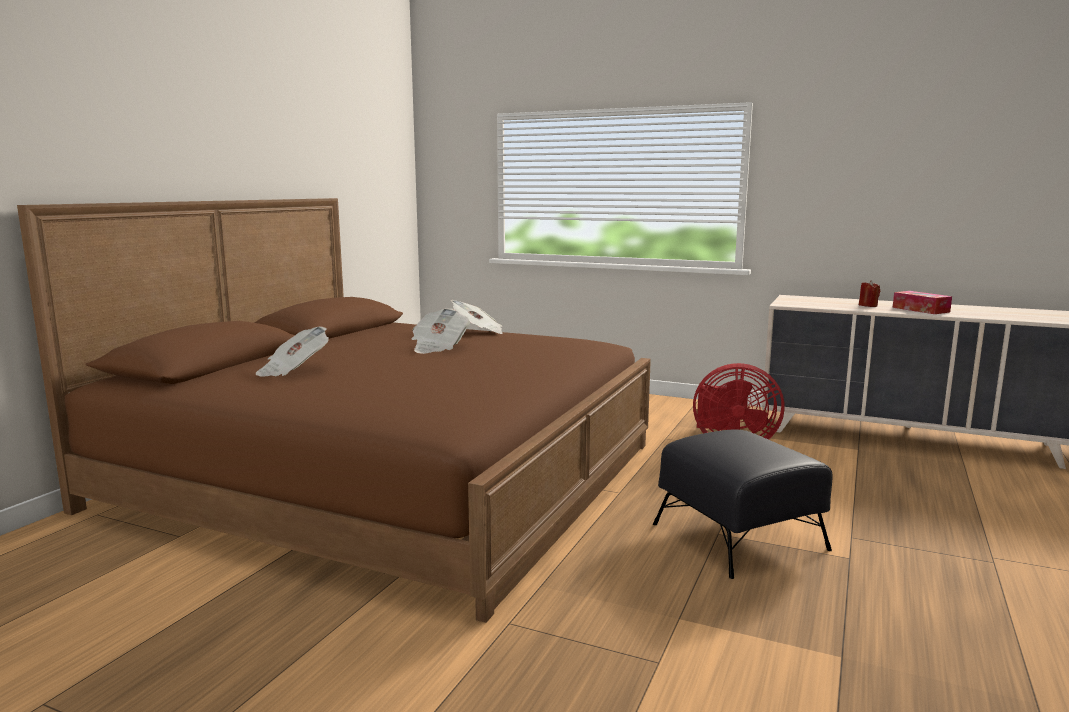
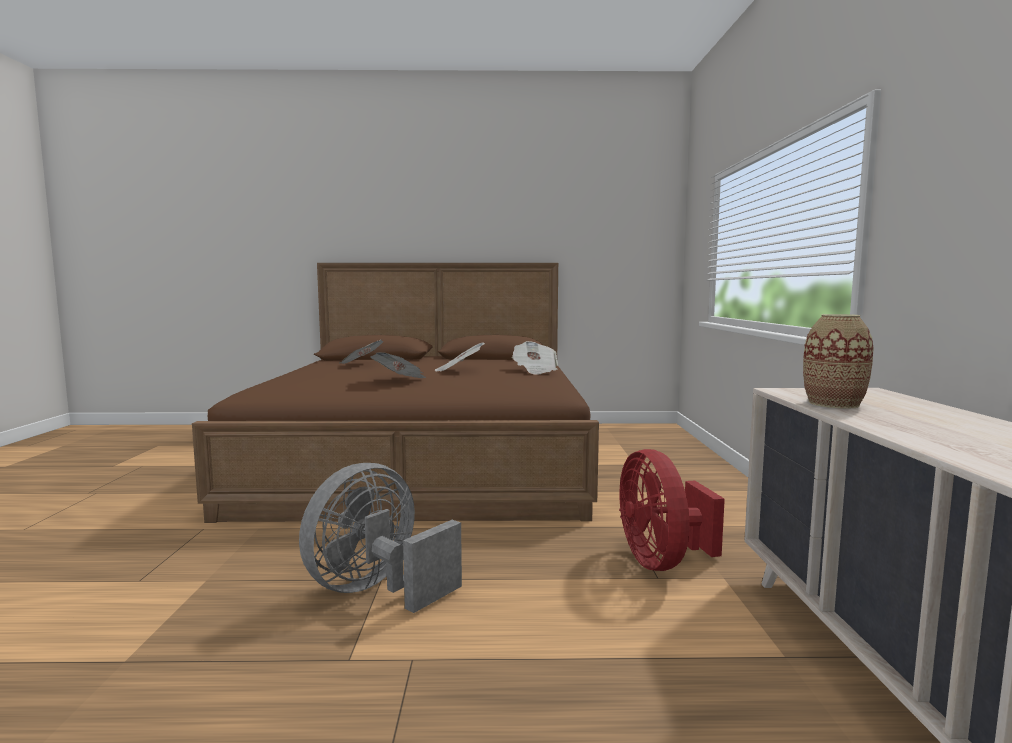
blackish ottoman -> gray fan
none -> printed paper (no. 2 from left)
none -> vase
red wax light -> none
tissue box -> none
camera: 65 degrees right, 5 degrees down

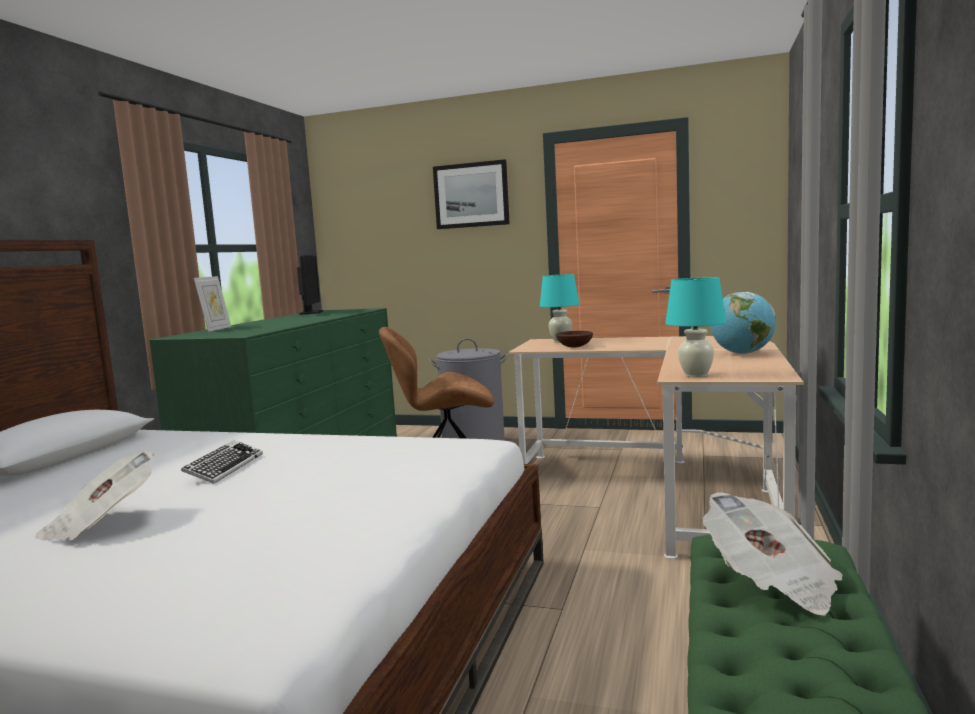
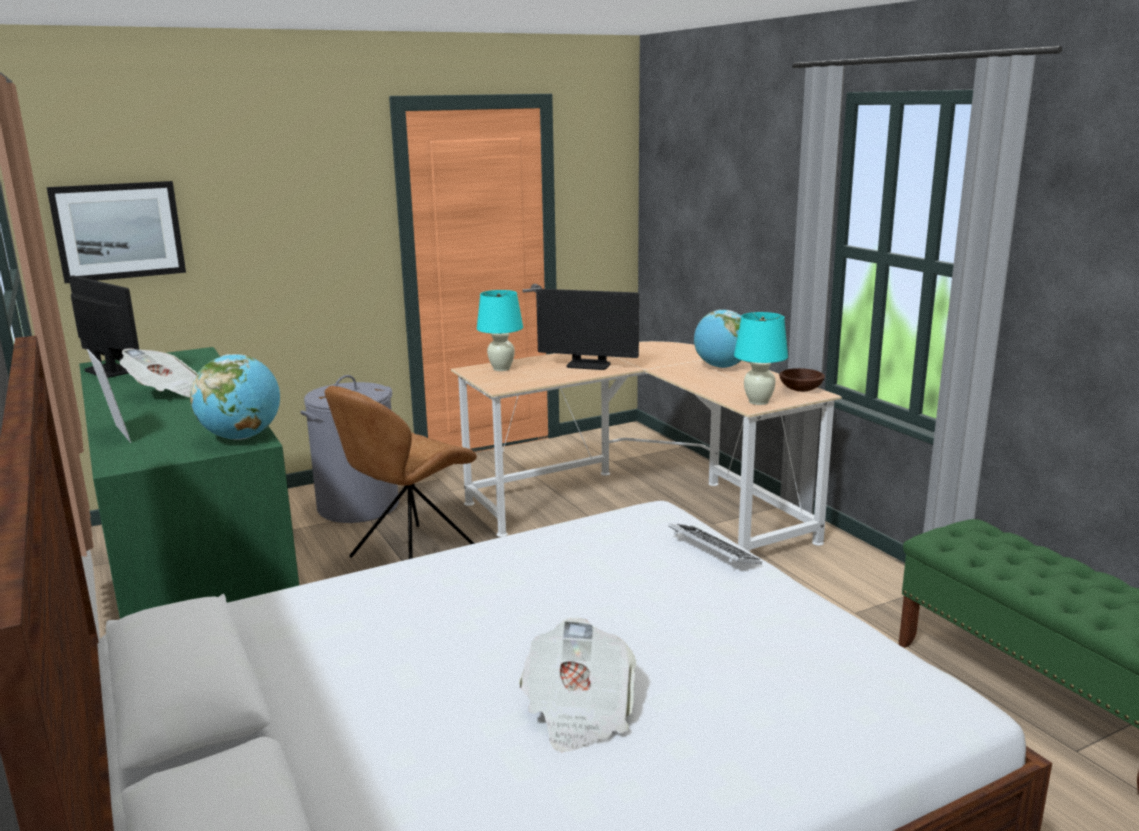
wall picture, relocated
printed paper (no. 2 from left in the first image) -> printed paper (no. 1 from left), relocated
none -> globe (no. 1 from left)
none -> monitor (no. 2 from left)
PC keyboard, relocated
brown-coloured serving bowl, relocated
camera: 45 degrees left, 10 degrees up

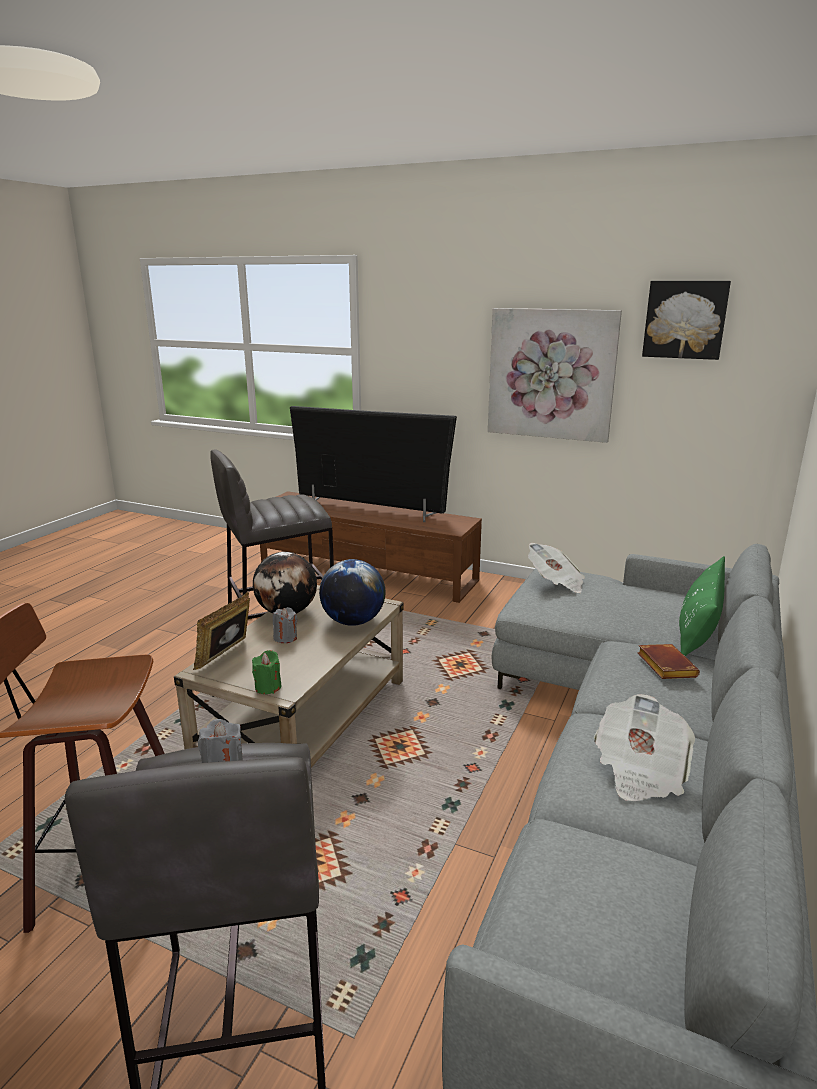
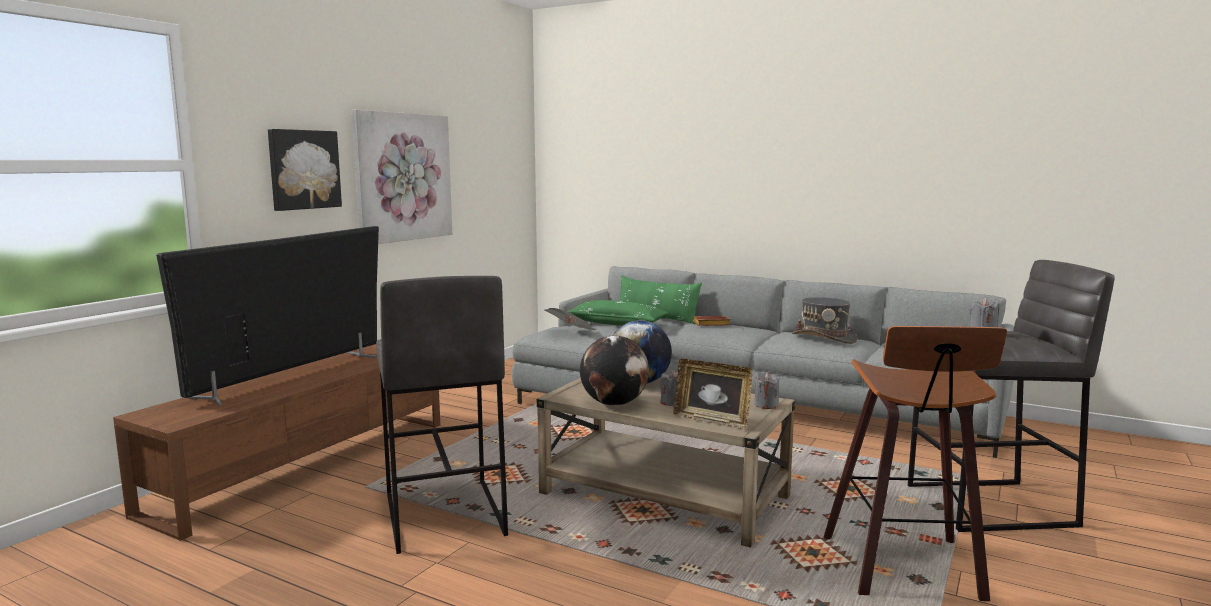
wall picture (no. 2 from left in the first image) -> wall picture (no. 1 from left), relocated
none -> green-coloured throw pillow (no. 1 from left)
green-coloured wax light -> gray wax light (no. 2 from left)
printed paper (no. 2 from left) -> gray wearable hat
camera: 85 degrees left, 10 degrees down

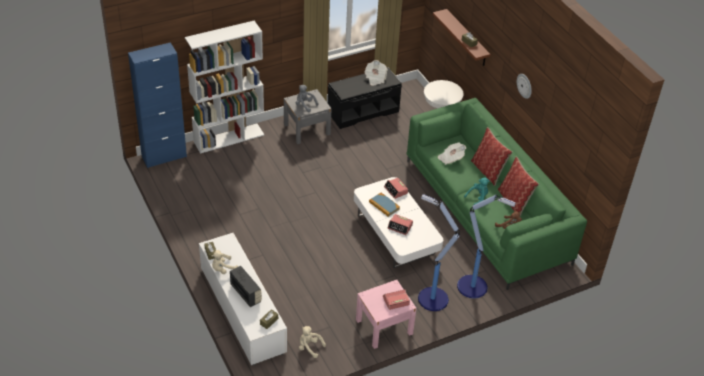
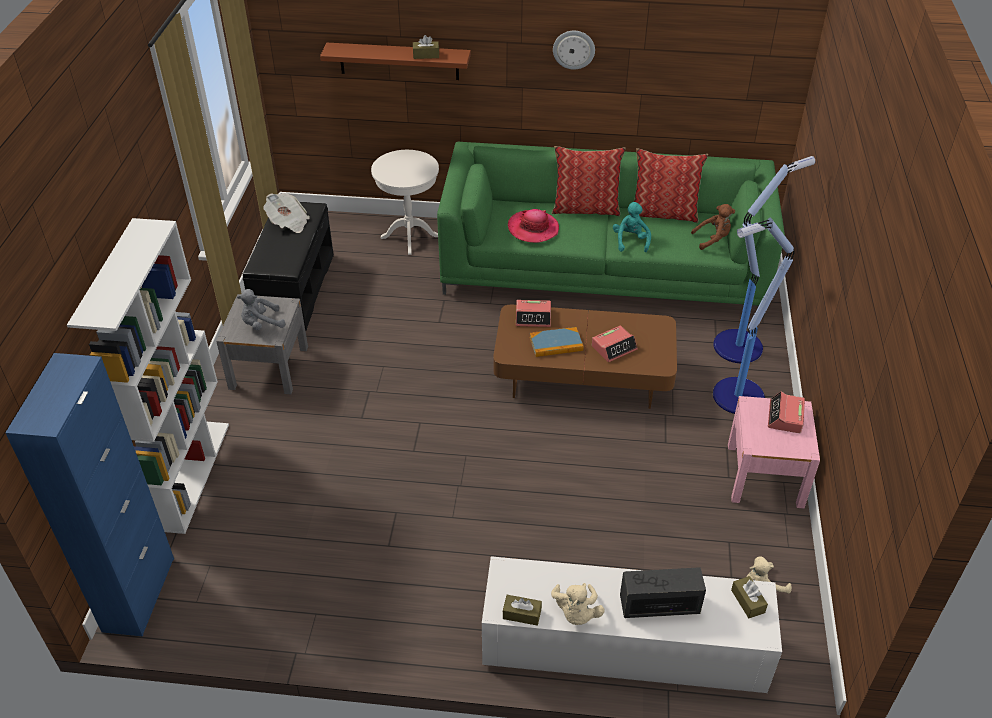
white low table -> brown-coloured low table
printed paper (no. 2 from left) -> wearable hat
camera: 55 degrees left, 0 degrees up

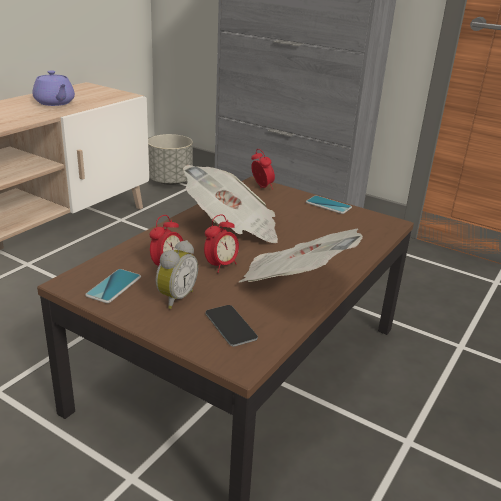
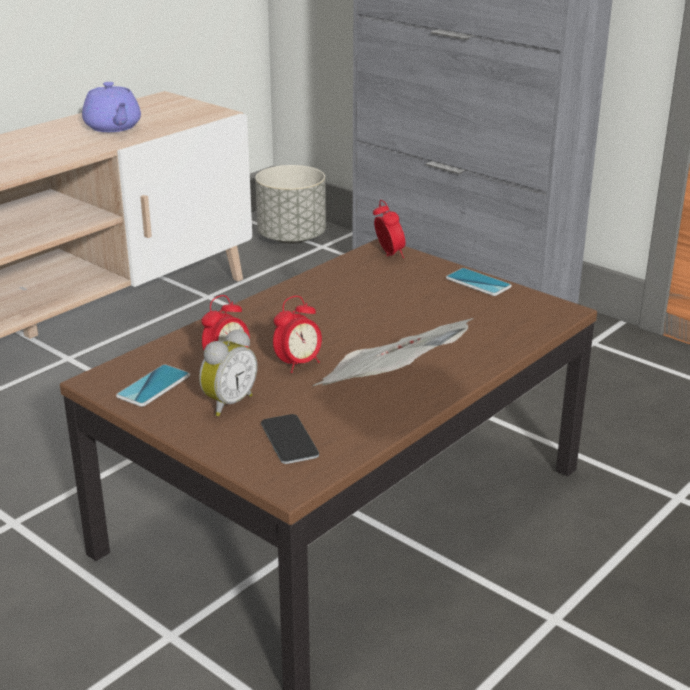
printed paper (no. 1 from left) -> none
camera: 10 degrees right, 0 degrees up

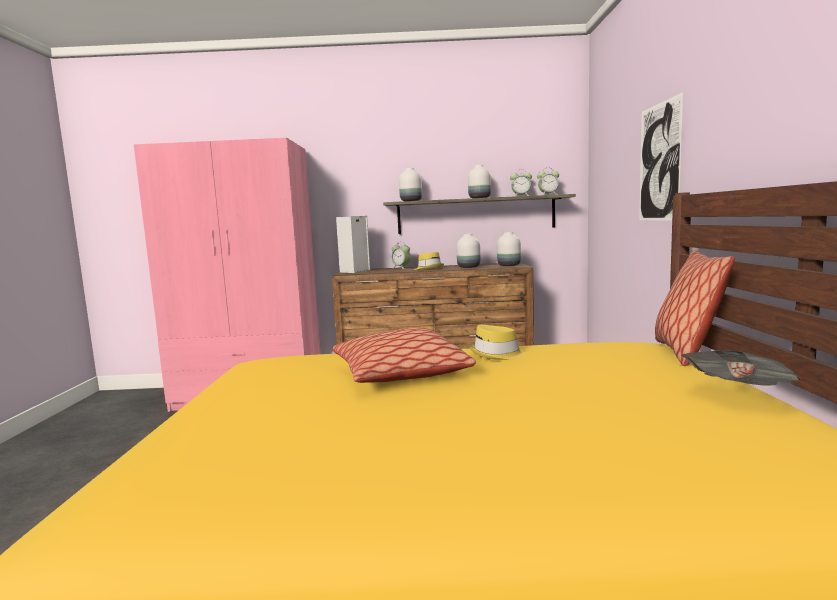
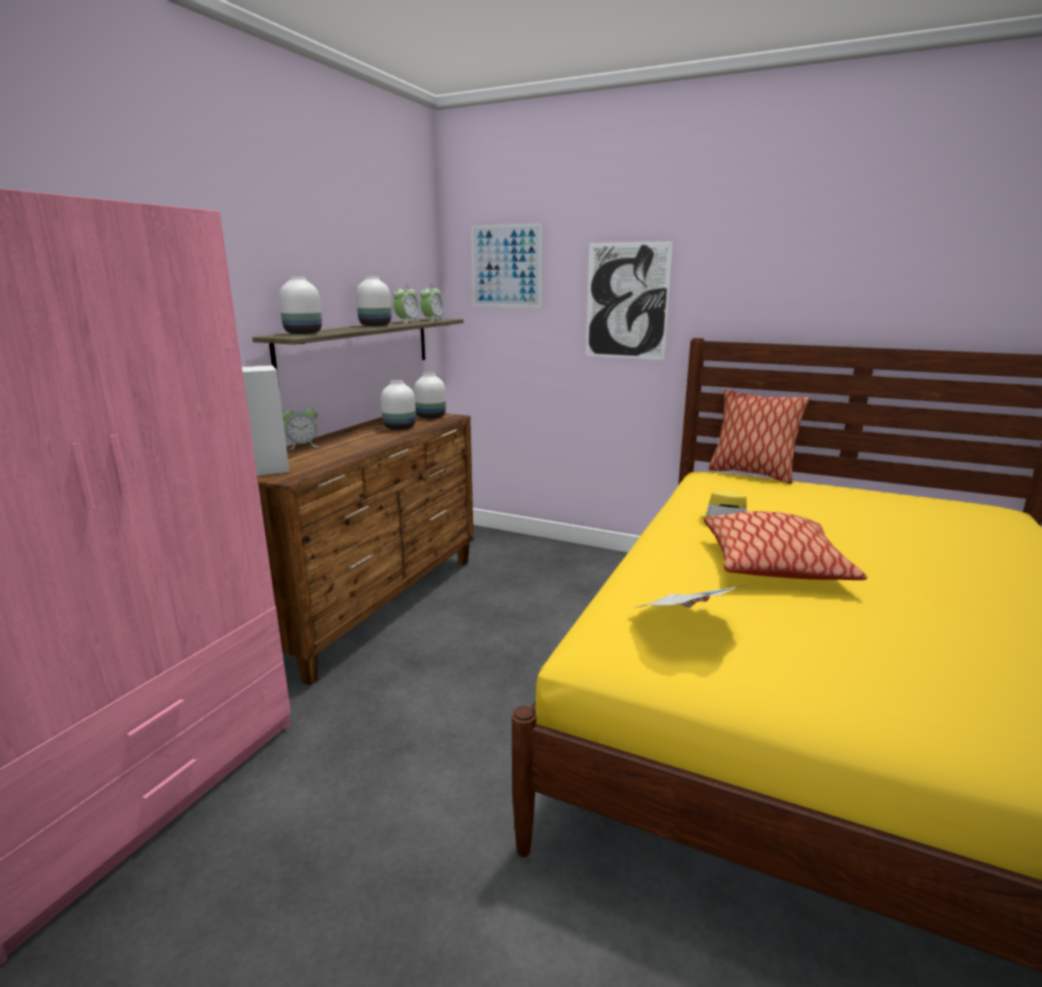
none -> wall picture (no. 1 from left)
printed paper, relocated
yellow wearable hat (no. 1 from left) -> none
camera: 65 degrees left, 10 degrees up

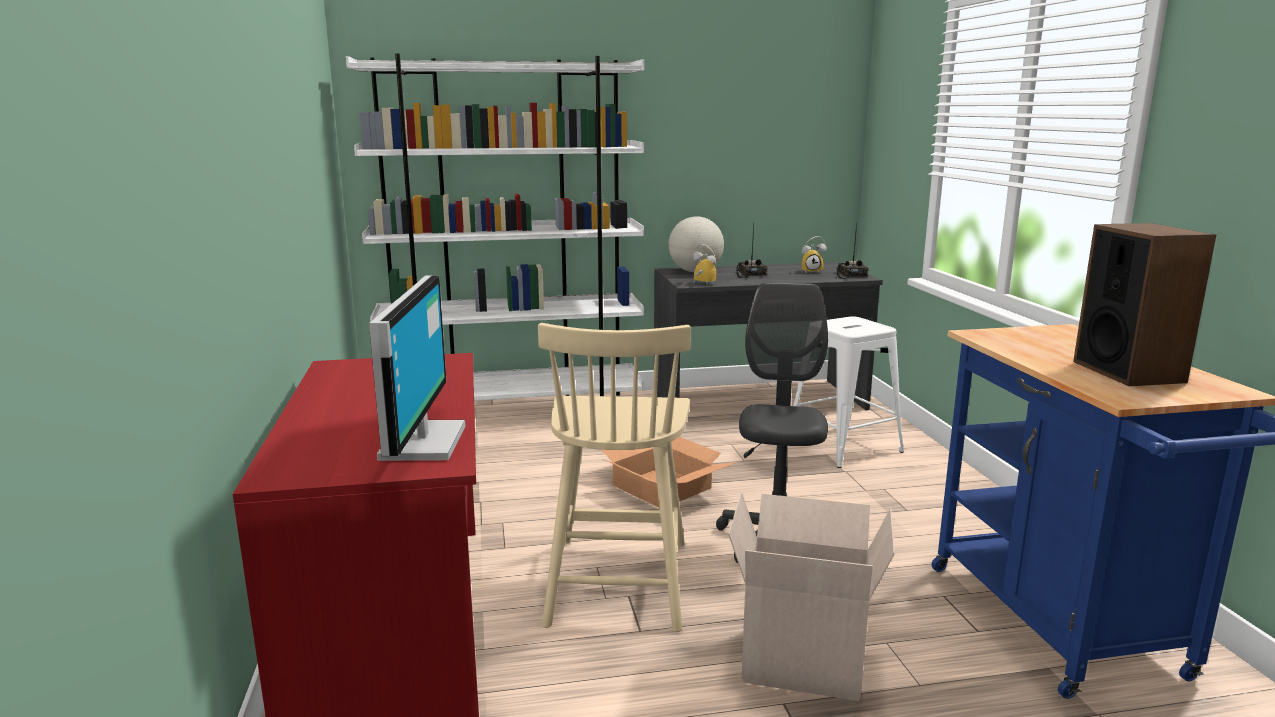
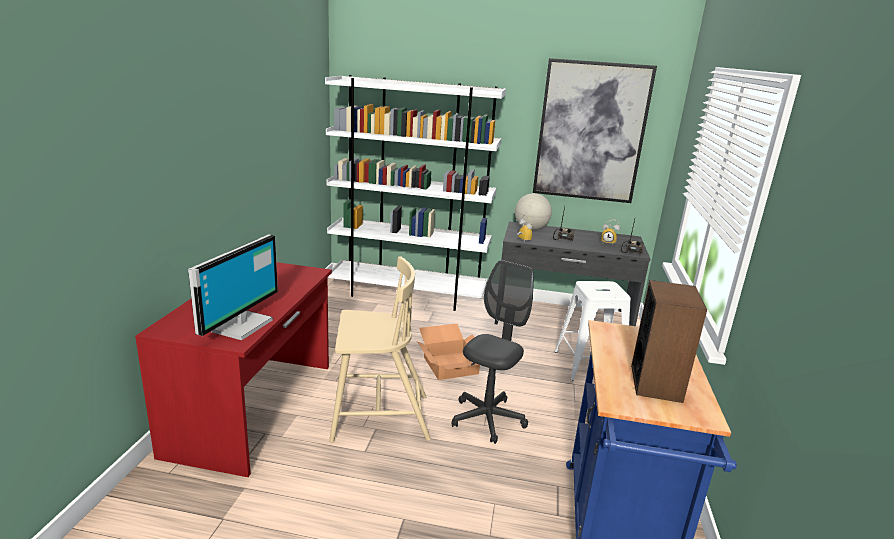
beige upright chair, 120 degrees counterclockwise
none -> wall picture
carton (no. 2 from left) -> none
camera: 20 degrees right, 5 degrees up

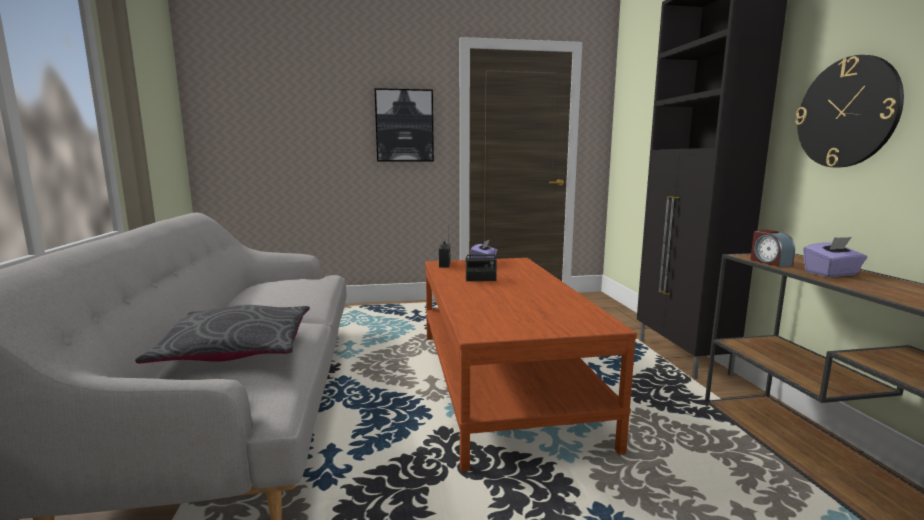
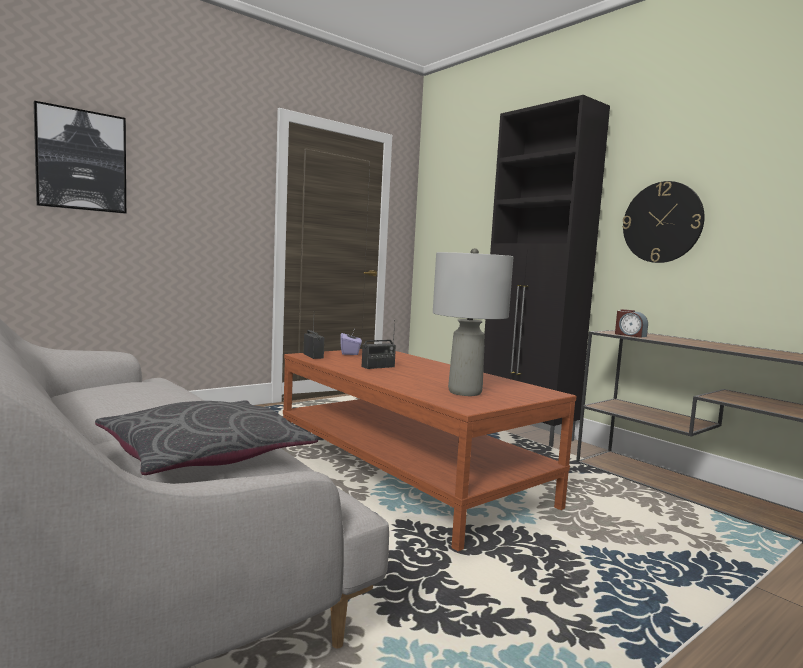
wall picture, relocated
none -> gray lamp for a table
purple tissue box (no. 2 from left) -> none
camera: 30 degrees left, 5 degrees down

